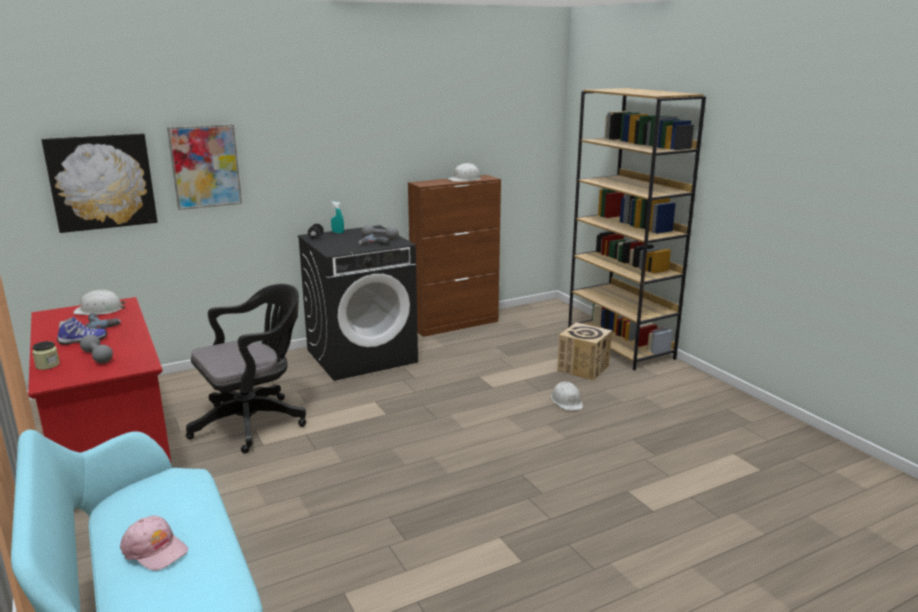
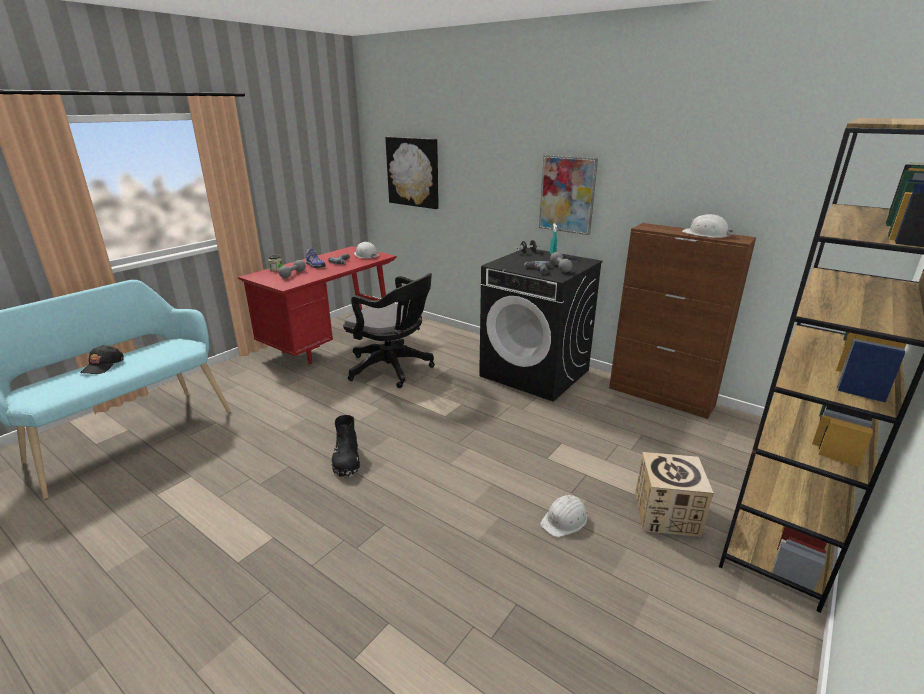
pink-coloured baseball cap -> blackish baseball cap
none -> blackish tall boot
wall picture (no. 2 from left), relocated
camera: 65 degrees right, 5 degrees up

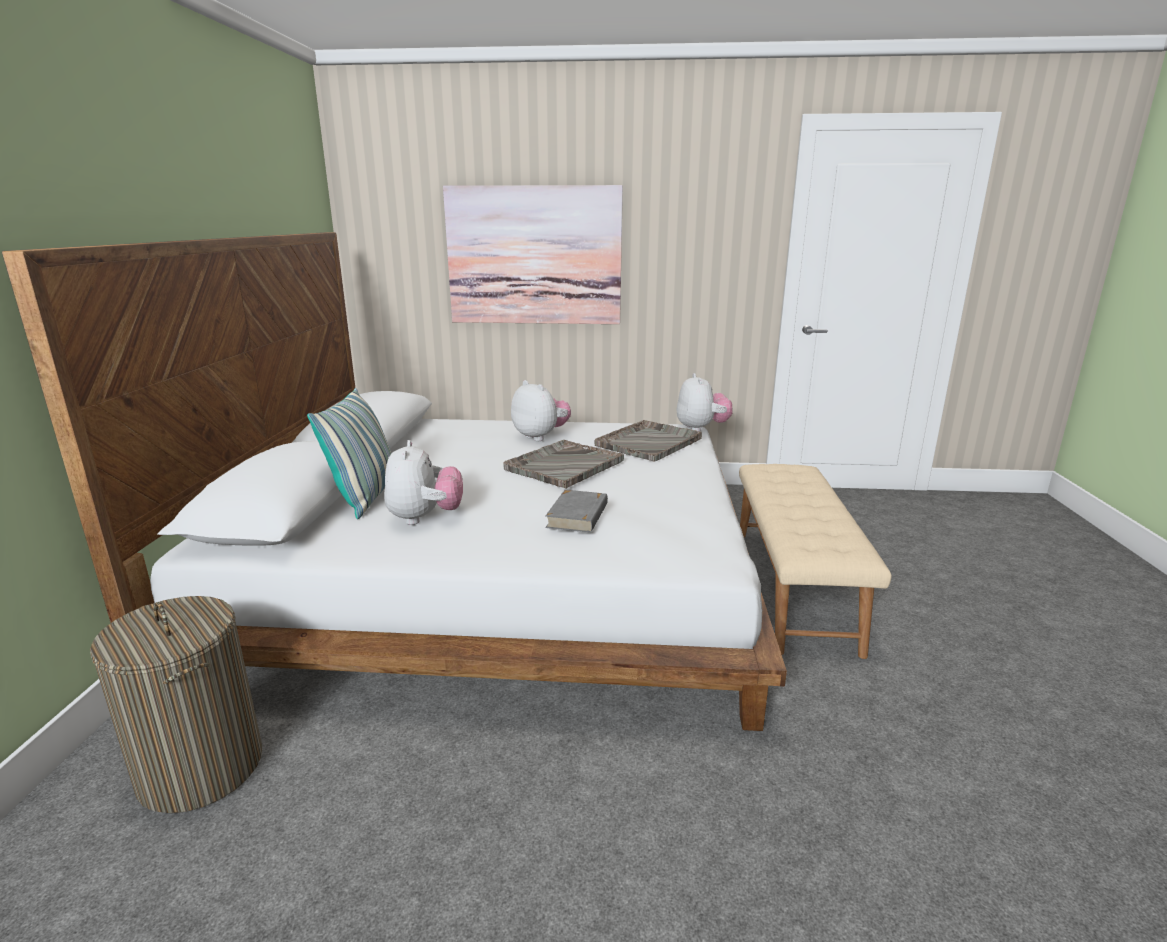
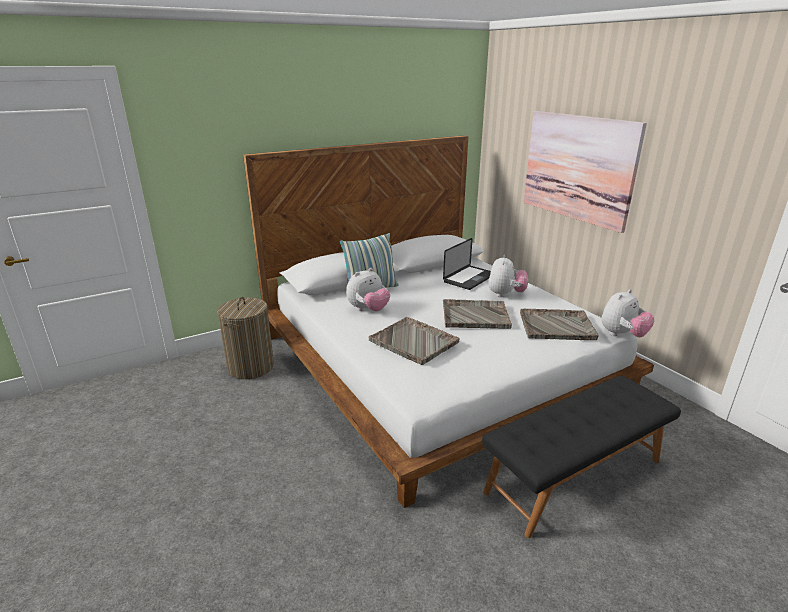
gray bound book -> gray tray (no. 1 from left)
none -> notebook computer
beige bench -> blackish bench
camera: 55 degrees right, 5 degrees up

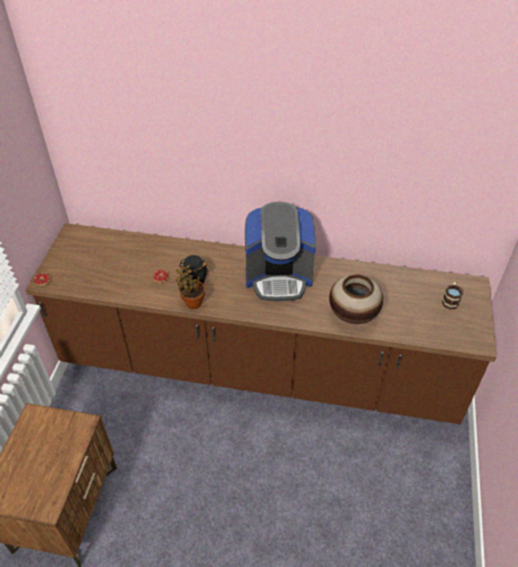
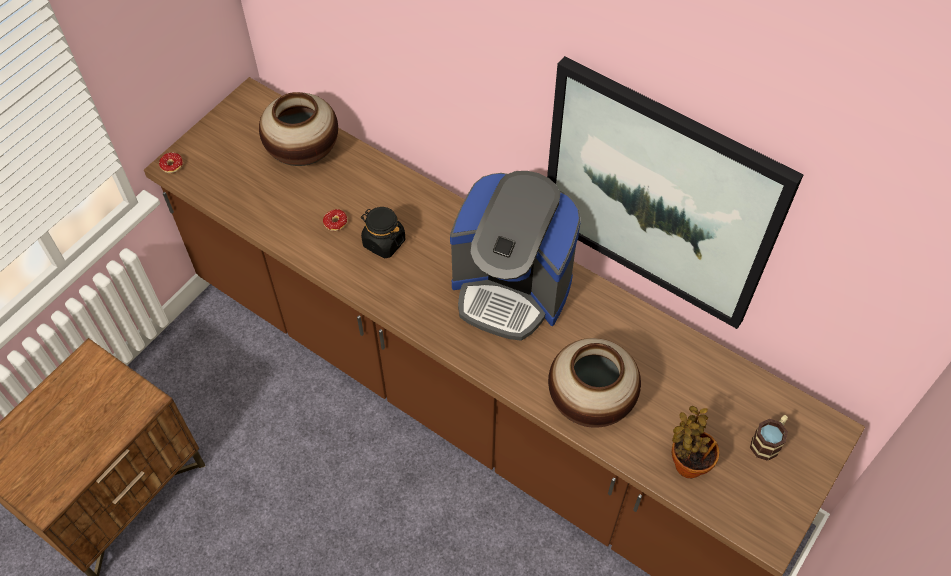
none -> vase (no. 1 from left)
none -> wall picture
houseplant, relocated
camera: 25 degrees right, 10 degrees up

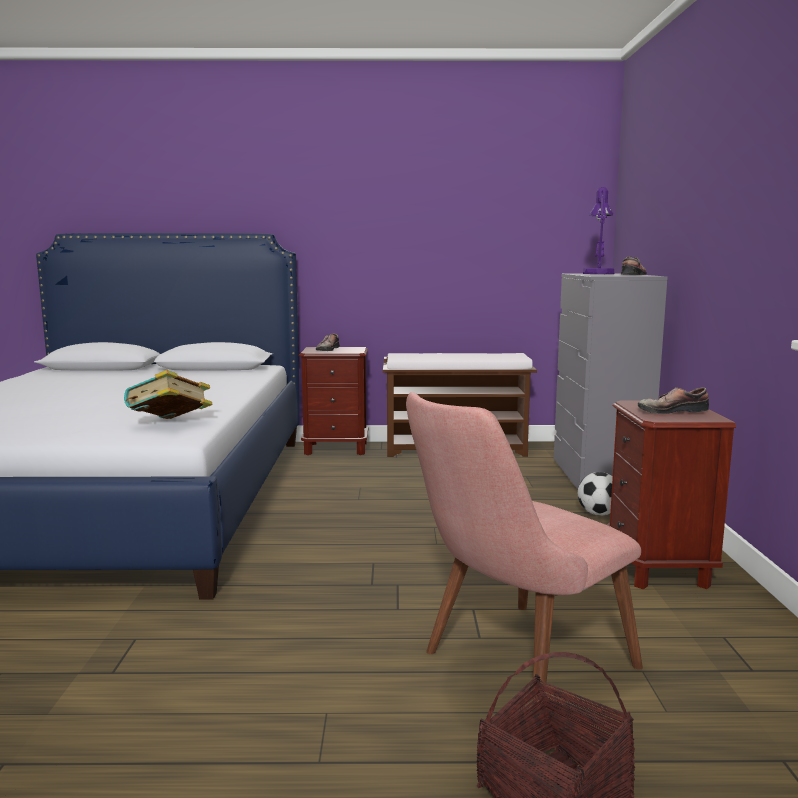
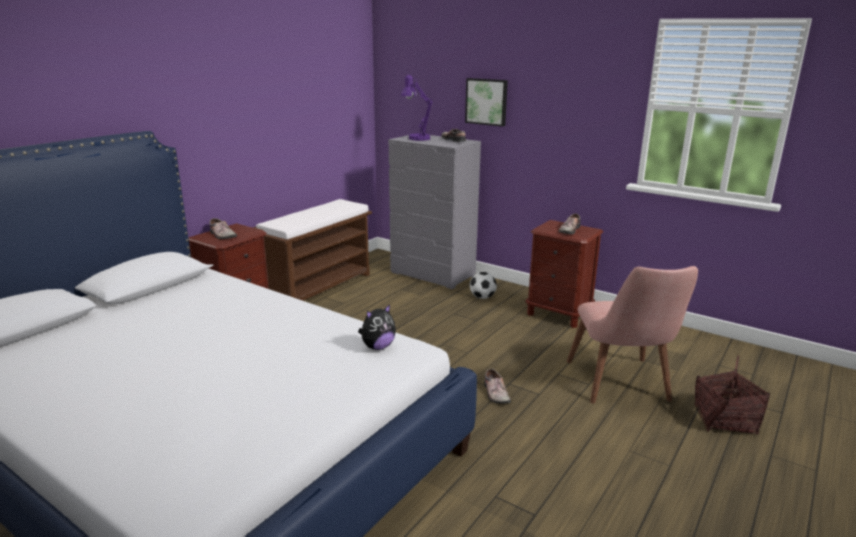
bound book -> soft toy
none -> wall picture
none -> item of footwear (no. 3 from left)
camera: 55 degrees left, 10 degrees up

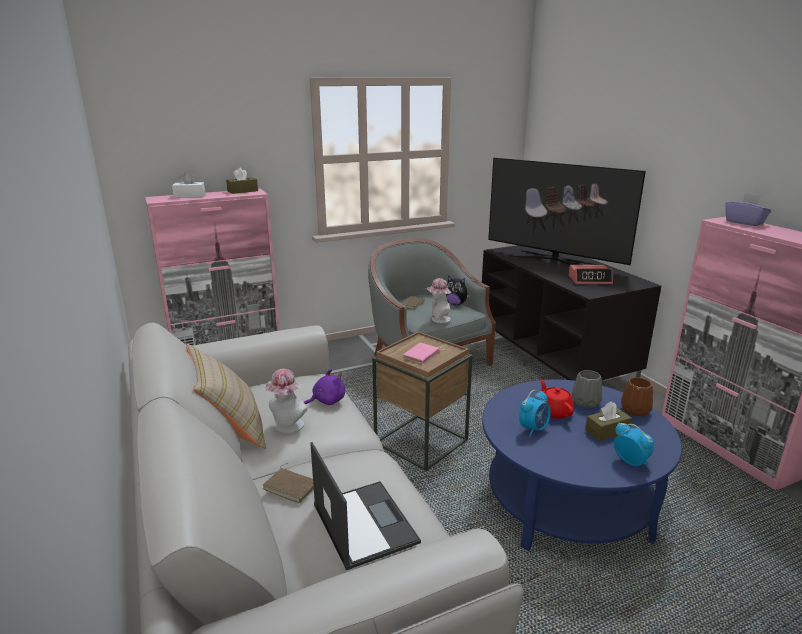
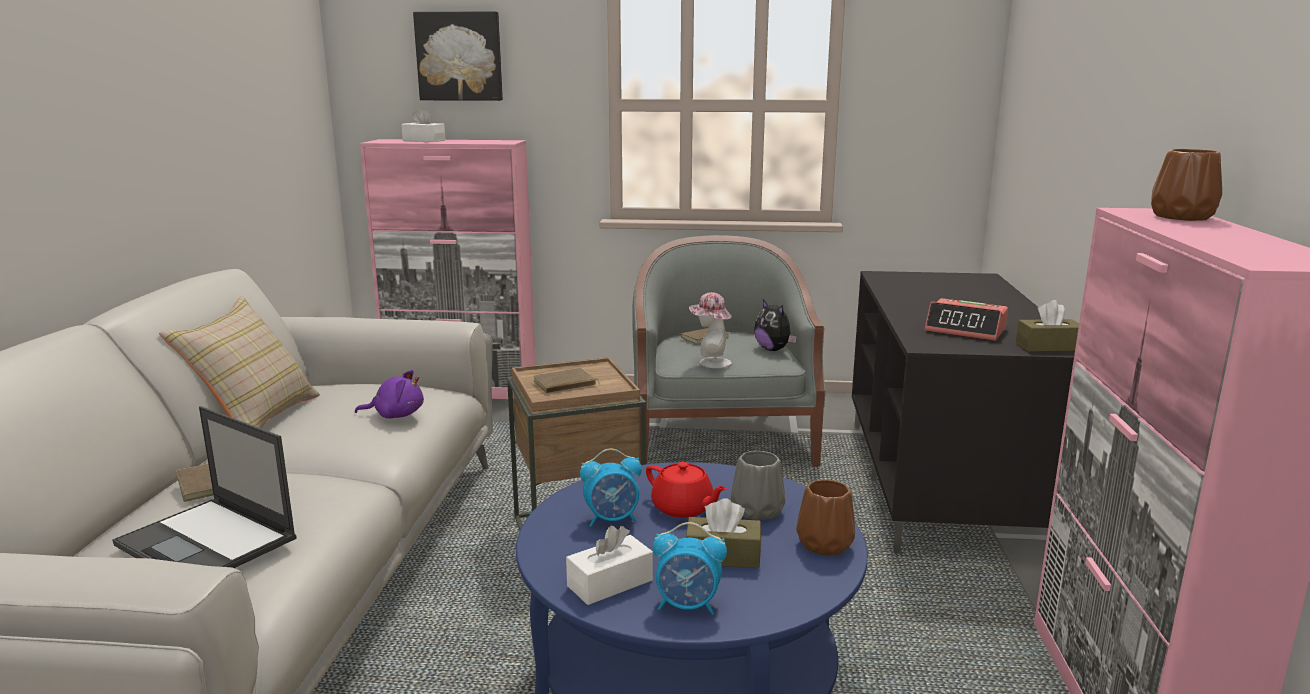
notebook computer, 120 degrees clockwise
none -> wall picture
pink-coloured bound book -> brown-coloured bound book (no. 2 from left)
none -> white tissue box (no. 2 from left)
red tea pot, 120 degrees clockwise
alarm clock (no. 3 from left in the first image) -> alarm clock (no. 2 from left), 105 degrees clockwise
brown-coloured tissue box (no. 1 from left in the first image) -> brown-coloured tissue box (no. 2 from left), relocated
purple tissue box -> brown-coloured vase (no. 2 from left)
wearable hat (no. 1 from left) -> none
TV set -> none
camera: 30 degrees right, 5 degrees down

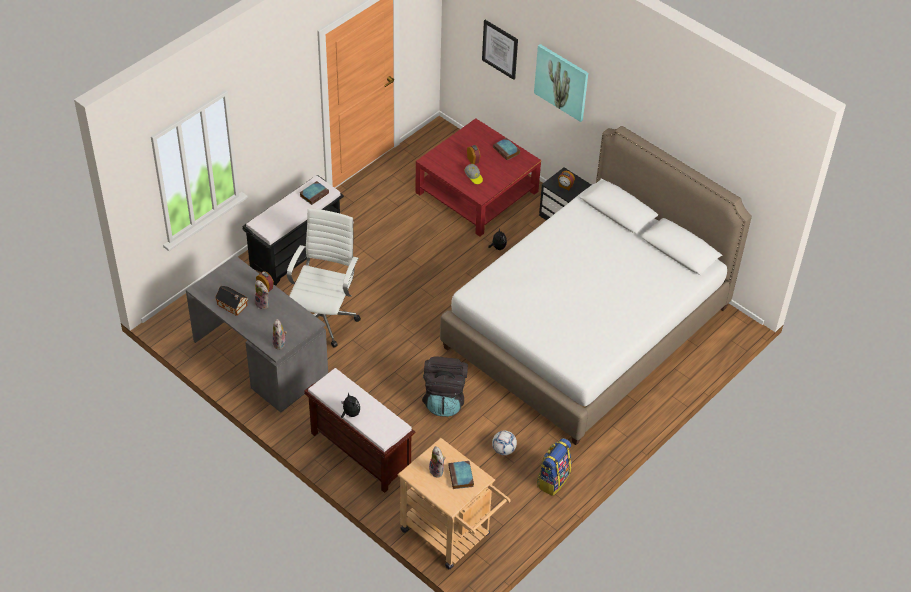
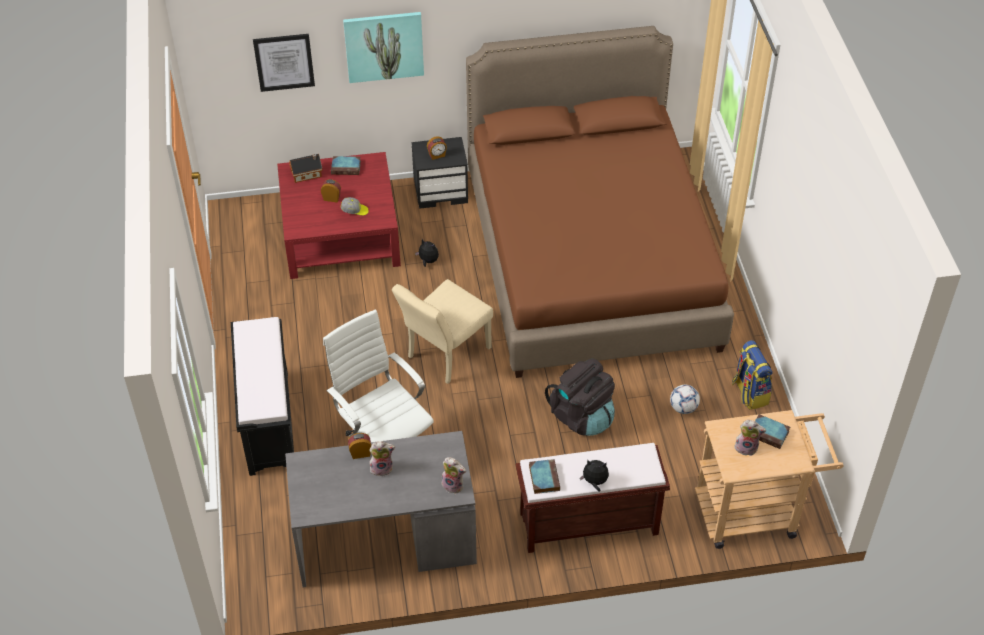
miniature house, relocated
none -> beige upright chair
white sleeping bed -> brown-coloured sleeping bed
bound book (no. 1 from left in the first image) -> bound book (no. 2 from left), relocated
camera: 50 degrees left, 0 degrees up

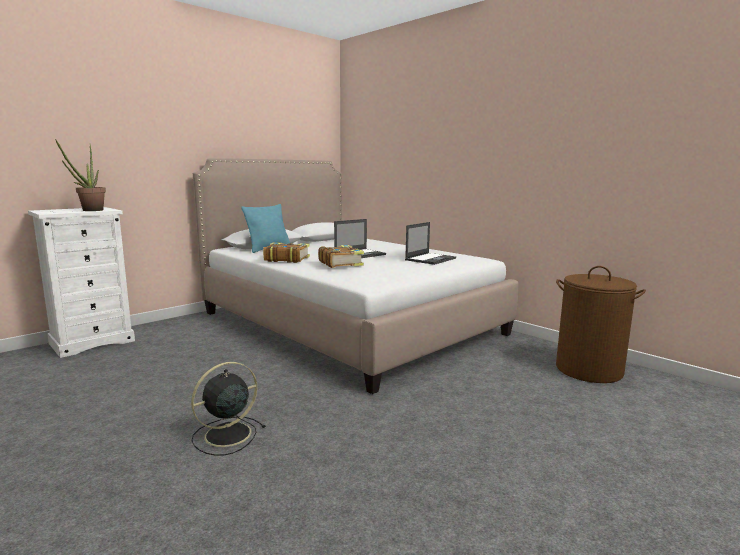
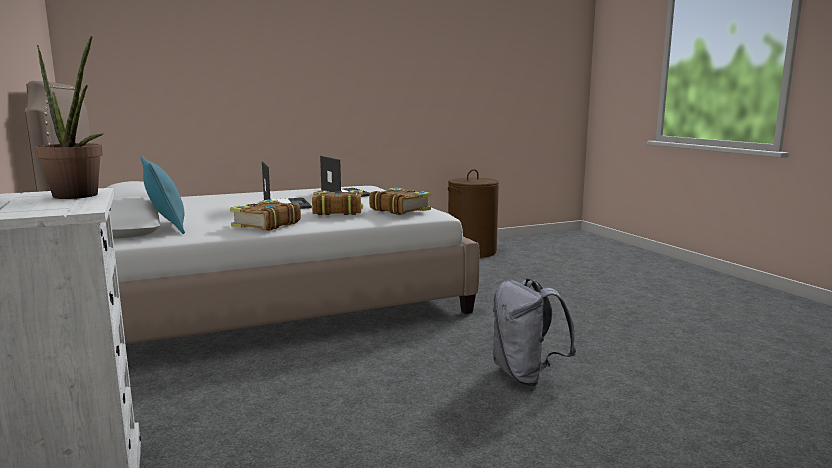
none -> bound book (no. 3 from left)
blackish fan -> gray rucksack
camera: 70 degrees left, 0 degrees up

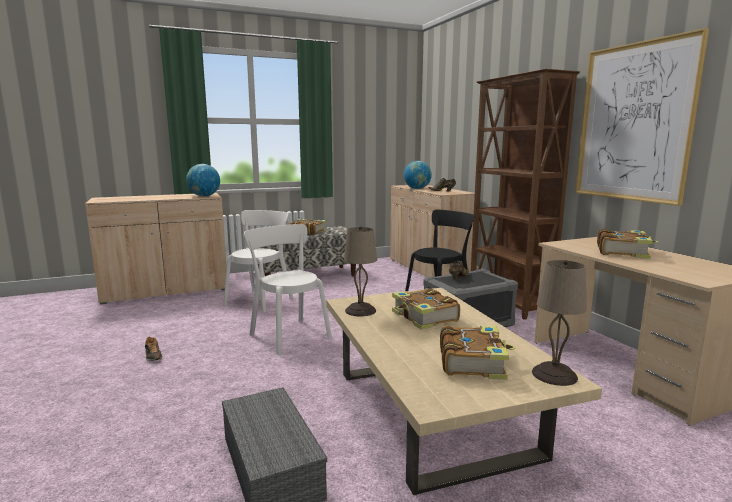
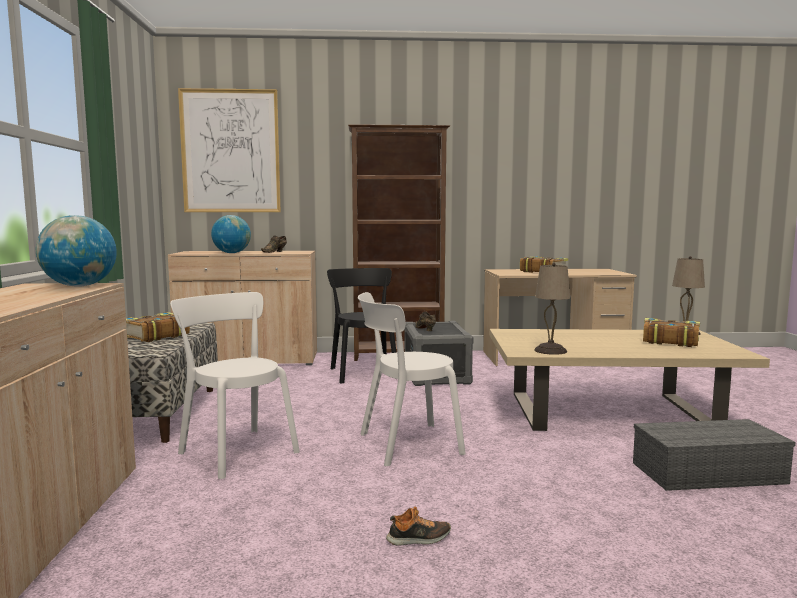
wall picture, relocated
bound book (no. 2 from left) -> none
camera: 70 degrees left, 5 degrees down

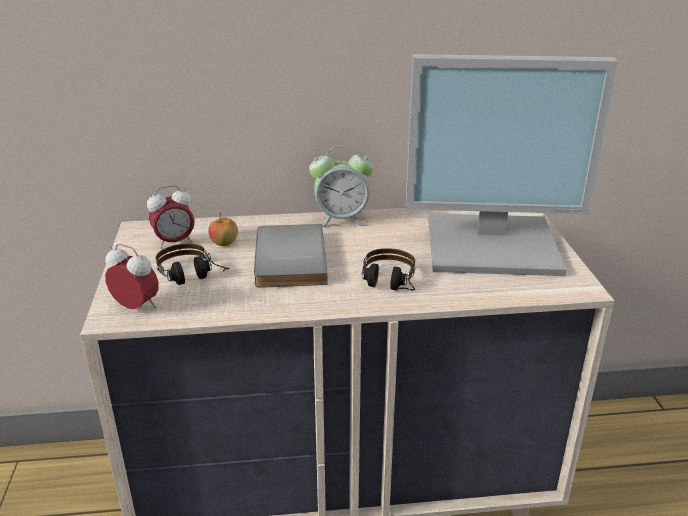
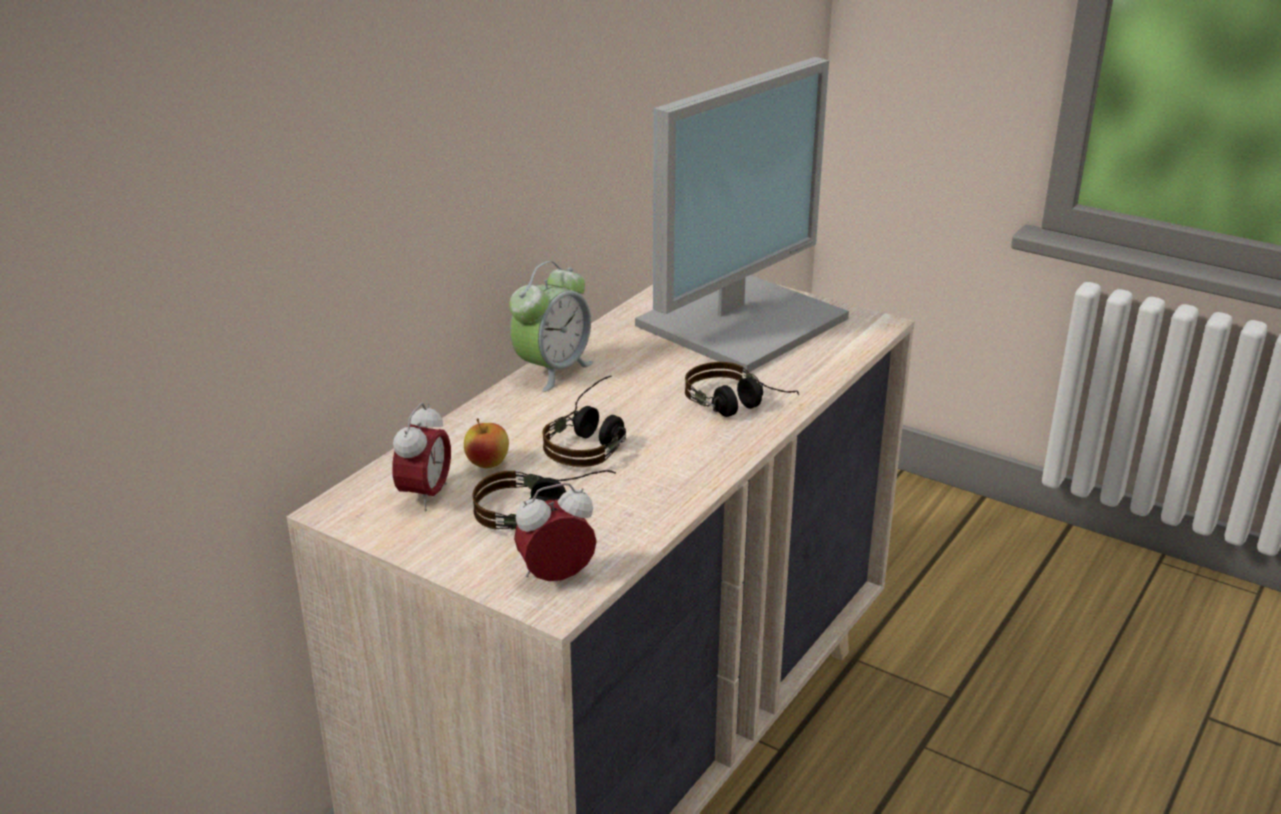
gray bound book -> headset (no. 2 from left)
camera: 50 degrees left, 0 degrees up

